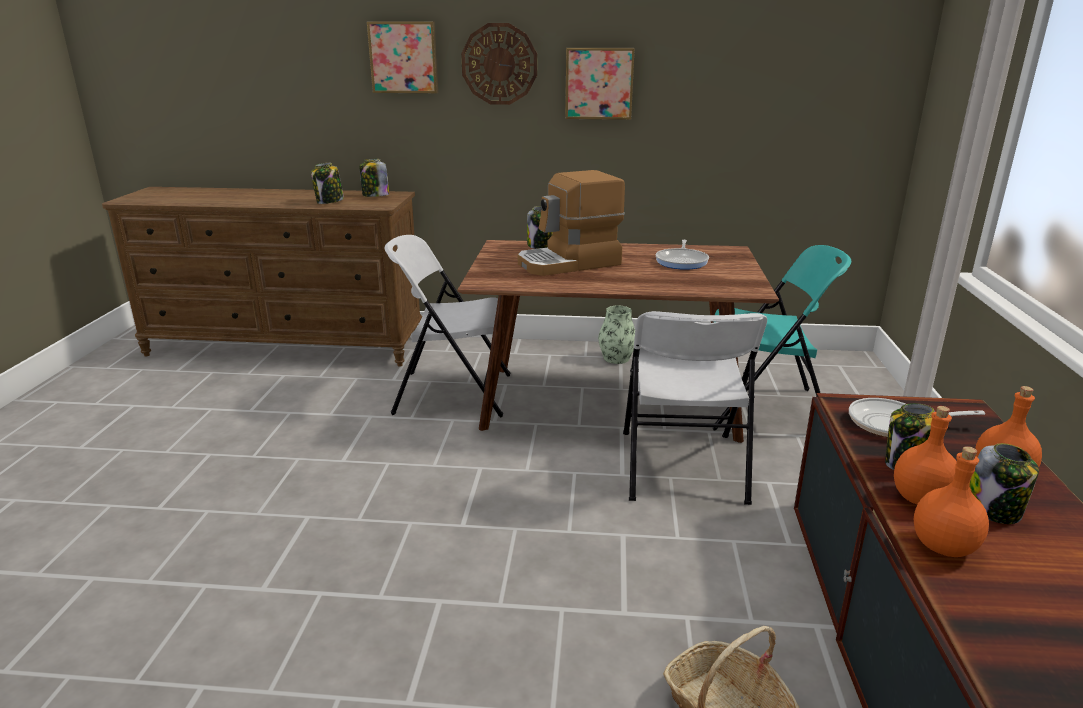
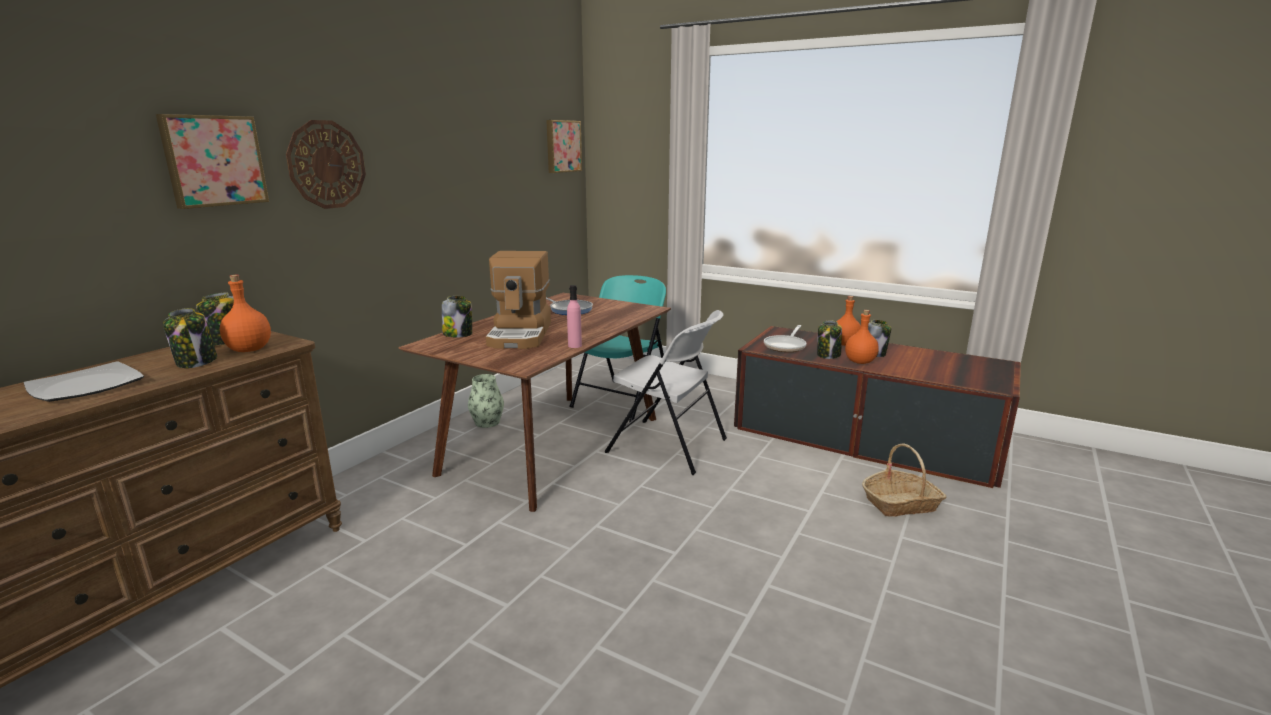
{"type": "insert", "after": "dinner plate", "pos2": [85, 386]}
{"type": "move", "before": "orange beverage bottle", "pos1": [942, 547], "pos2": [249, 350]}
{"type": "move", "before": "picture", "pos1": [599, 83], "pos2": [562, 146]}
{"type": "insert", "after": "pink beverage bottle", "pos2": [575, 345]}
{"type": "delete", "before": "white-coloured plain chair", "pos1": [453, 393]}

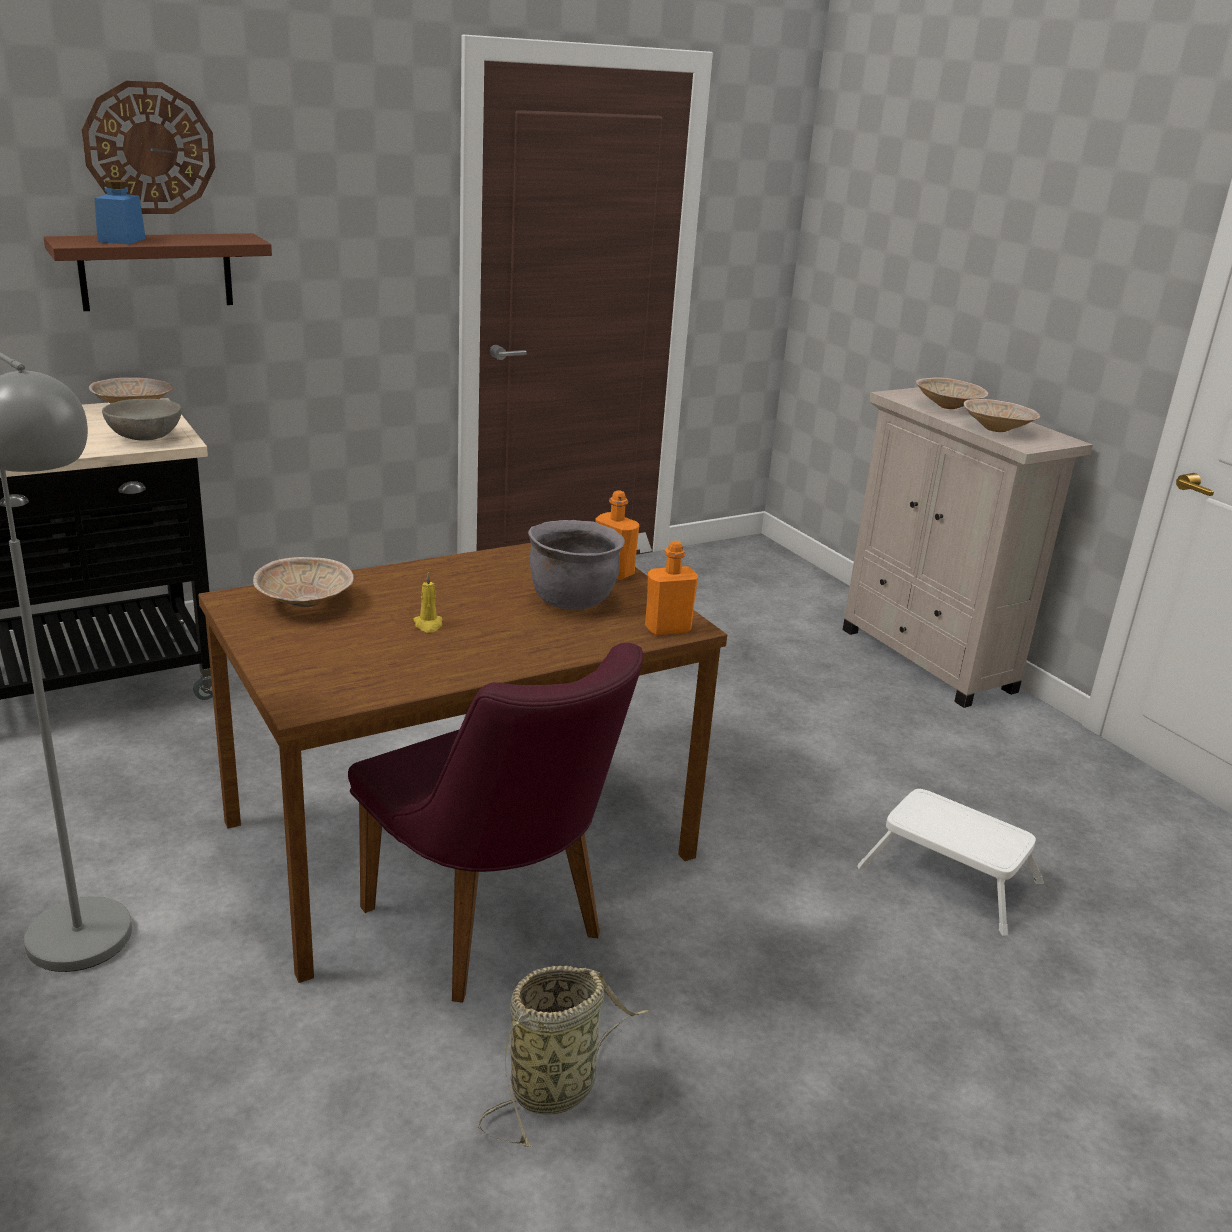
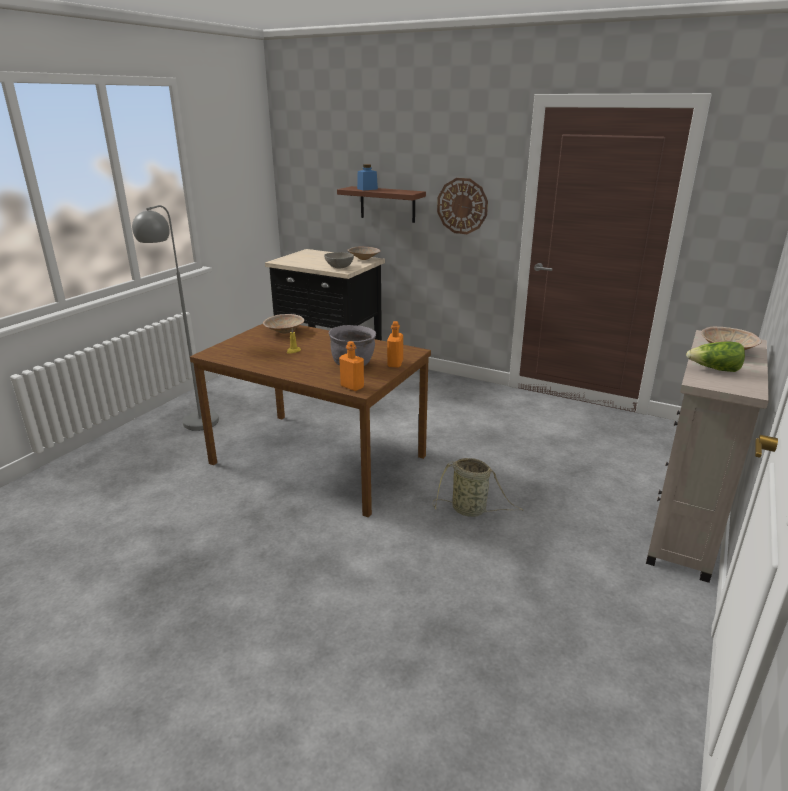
{"type": "move", "before": "basket", "pos1": [557, 1087], "pos2": [471, 510]}
{"type": "move", "before": "clock on the wall", "pos1": [149, 148], "pos2": [462, 206]}
{"type": "replace", "before": "sand-coloured deep dish", "after": "lettuce head", "pos1": [998, 430], "pos2": [714, 369]}
{"type": "delete", "before": "purplish plain chair", "pos1": [496, 932]}
{"type": "delete", "before": "white-coloured step stool", "pos1": [950, 874]}

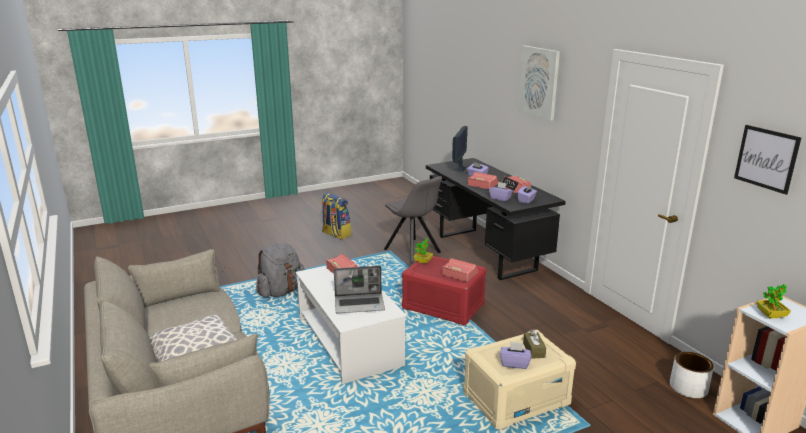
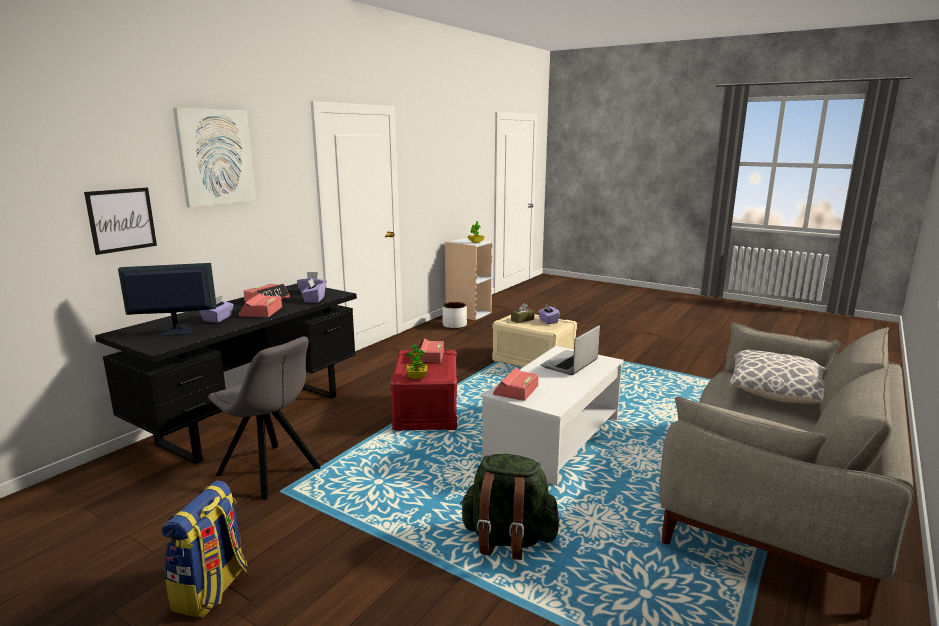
{"type": "move", "before": "picture", "pos1": [766, 158], "pos2": [121, 220]}
{"type": "rotate", "before": "greyish plain chair", "pos1": [413, 251], "pos2": [270, 471], "turn": 105}
{"type": "recolor", "before": "greyish backpack", "after": "greenish backpack", "pos1": [281, 291], "pos2": [508, 539]}
{"type": "rotate", "before": "laptop", "pos1": [360, 304], "pos2": [570, 364], "turn": -105}

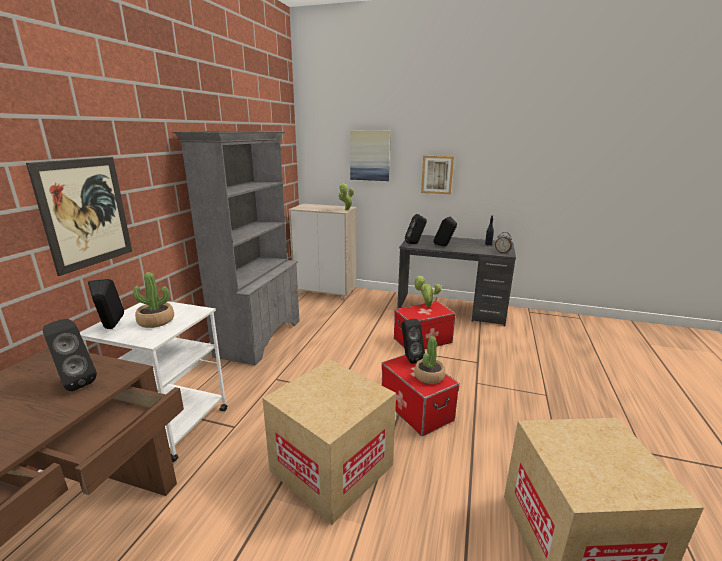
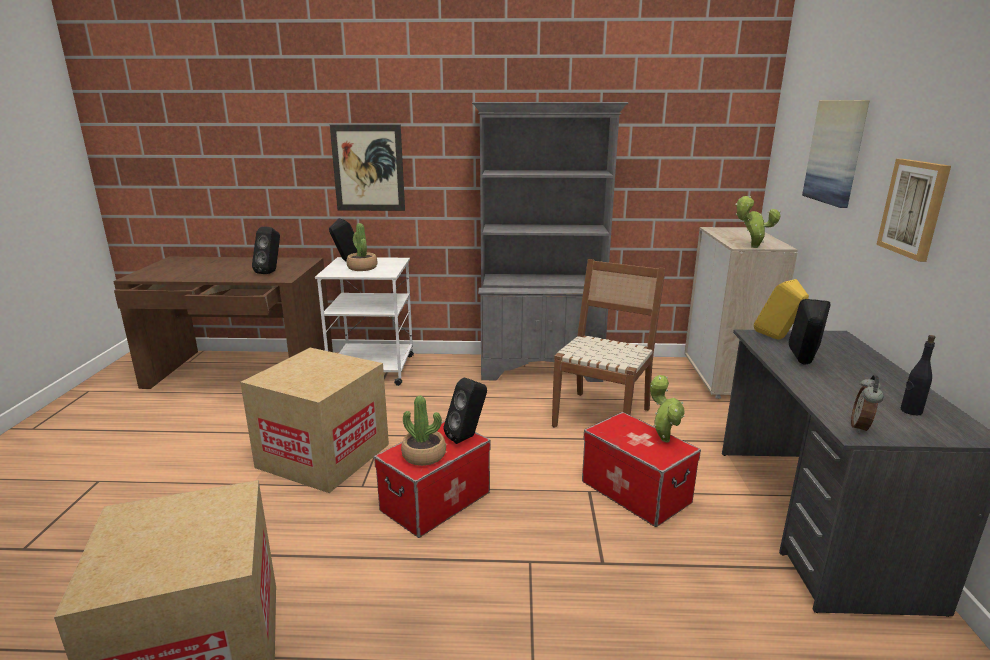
{"type": "insert", "after": "plain chair", "pos2": [603, 415]}
{"type": "recolor", "before": "blackish loudspeaker", "after": "yellow-coloured loudspeaker", "pos1": [415, 243], "pos2": [777, 339]}

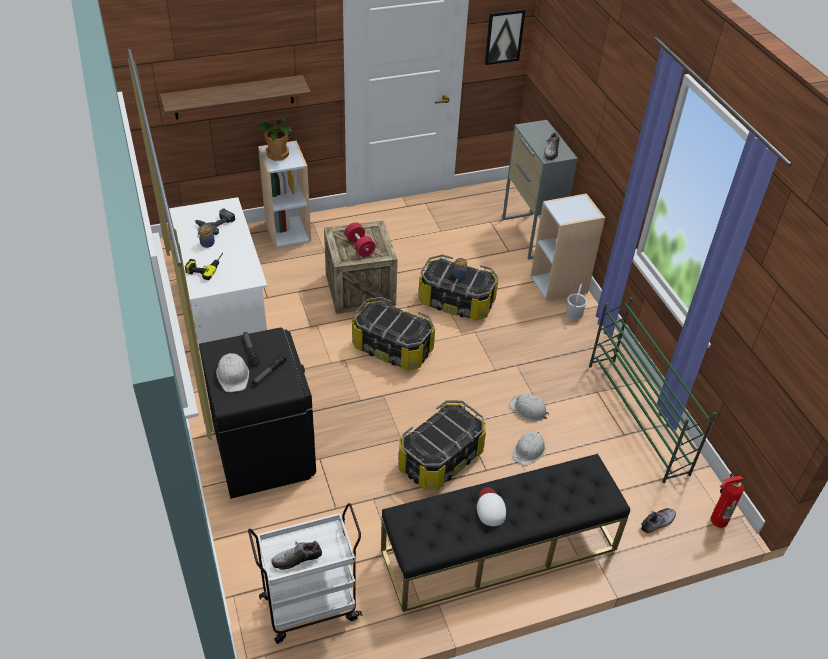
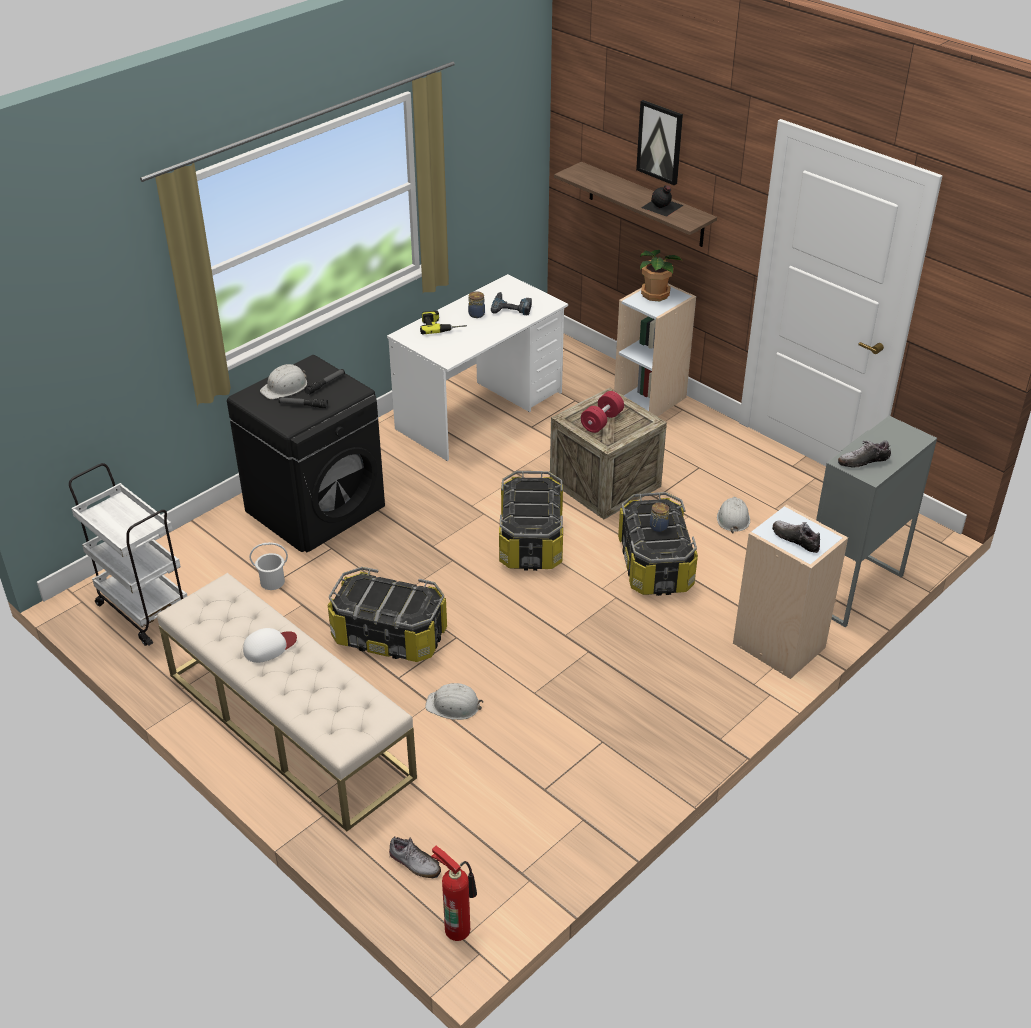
{"type": "recolor", "before": "blackish bench", "after": "sand-coloured bench", "pos1": [499, 550], "pos2": [288, 725]}
{"type": "move", "before": "white-coloured pail", "pos1": [574, 313], "pos2": [272, 581]}
{"type": "move", "before": "picture", "pos1": [503, 36], "pos2": [660, 142]}
{"type": "insert", "after": "blackish beverage bottle", "pos2": [662, 206]}
{"type": "move", "before": "white-coloured work helmet", "pos1": [528, 409], "pos2": [733, 518]}
{"type": "move", "before": "low shoe", "pos1": [296, 559], "pos2": [795, 539]}
{"type": "delete", "before": "greenish shoe stand", "pos1": [637, 418]}

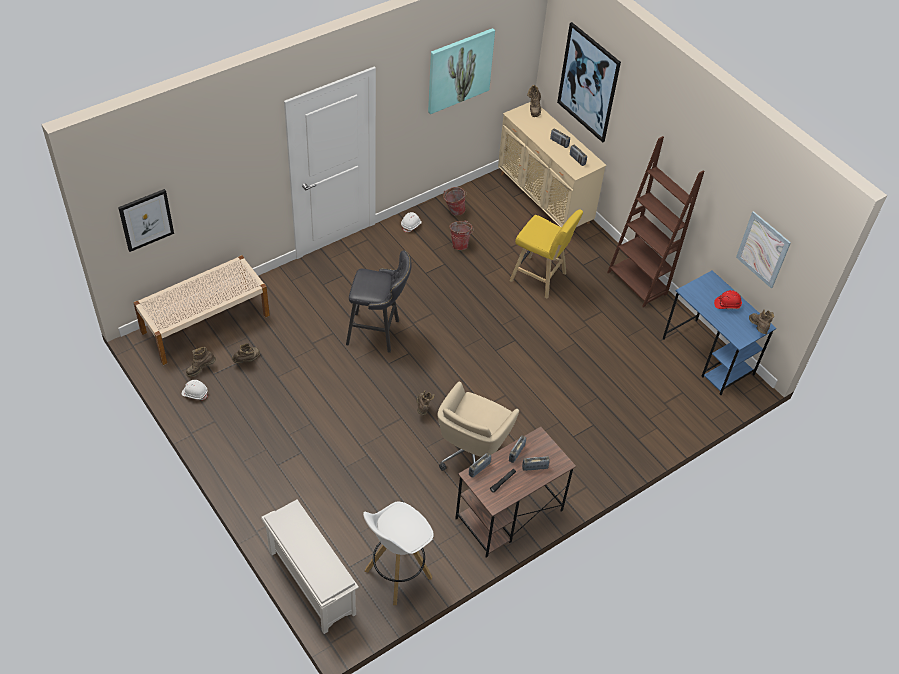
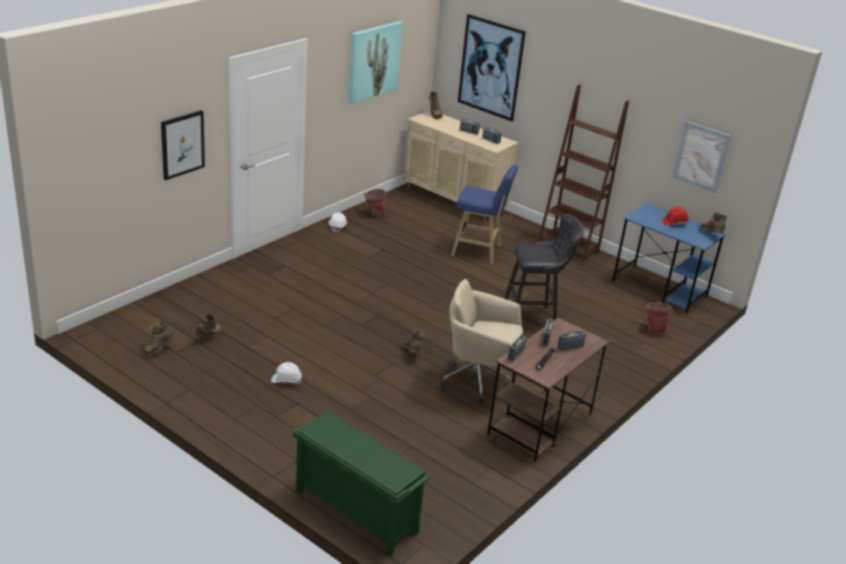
{"type": "move", "before": "picture", "pos1": [146, 219], "pos2": [182, 144]}
{"type": "move", "before": "white-coloured work helmet", "pos1": [195, 393], "pos2": [286, 380]}
{"type": "recolor", "before": "white-coloured shoe stand", "after": "greenish shoe stand", "pos1": [310, 582], "pos2": [354, 512]}
{"type": "rotate", "before": "sand-coloured desk chair", "pos1": [471, 455], "pos2": [478, 383], "turn": 90}
{"type": "recolor", "before": "yellow-coloured stool seat", "after": "bluish stool seat", "pos1": [540, 278], "pos2": [478, 251]}
{"type": "move", "before": "blackish stool seat", "pos1": [379, 333], "pos2": [536, 318]}
{"type": "move", "before": "pail", "pos1": [460, 244], "pos2": [654, 329]}
{"type": "delete", "before": "sand-coloured bench", "pos1": [205, 323]}
{"type": "delete", "before": "white-coloured stool seat", "pos1": [396, 574]}

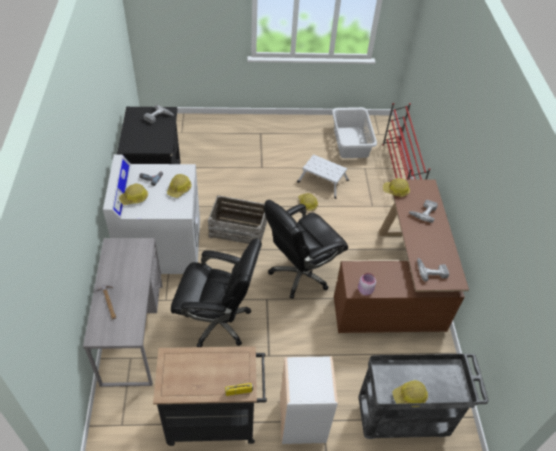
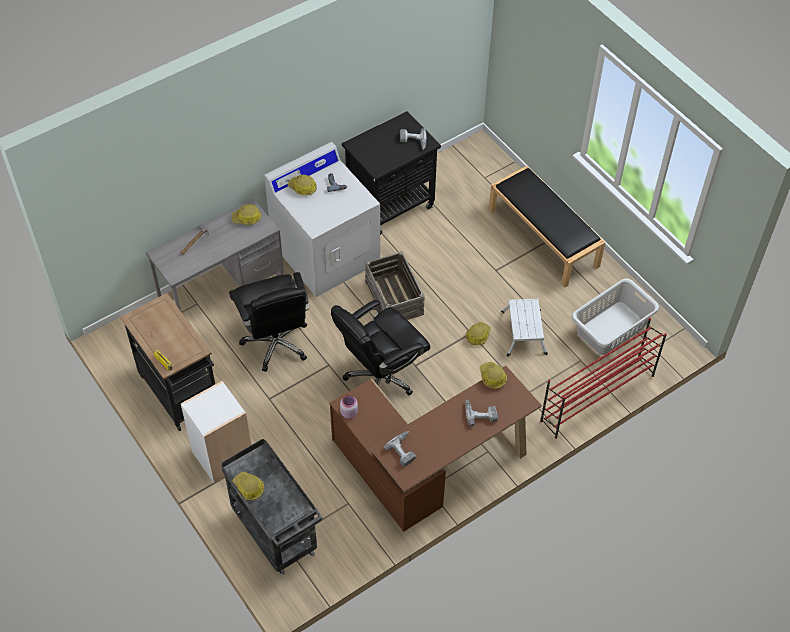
{"type": "move", "before": "work helmet", "pos1": [179, 189], "pos2": [247, 218]}
{"type": "rotate", "before": "blackish desk chair", "pos1": [301, 273], "pos2": [381, 376], "turn": -60}
{"type": "insert", "after": "blackish bench", "pos2": [544, 238]}

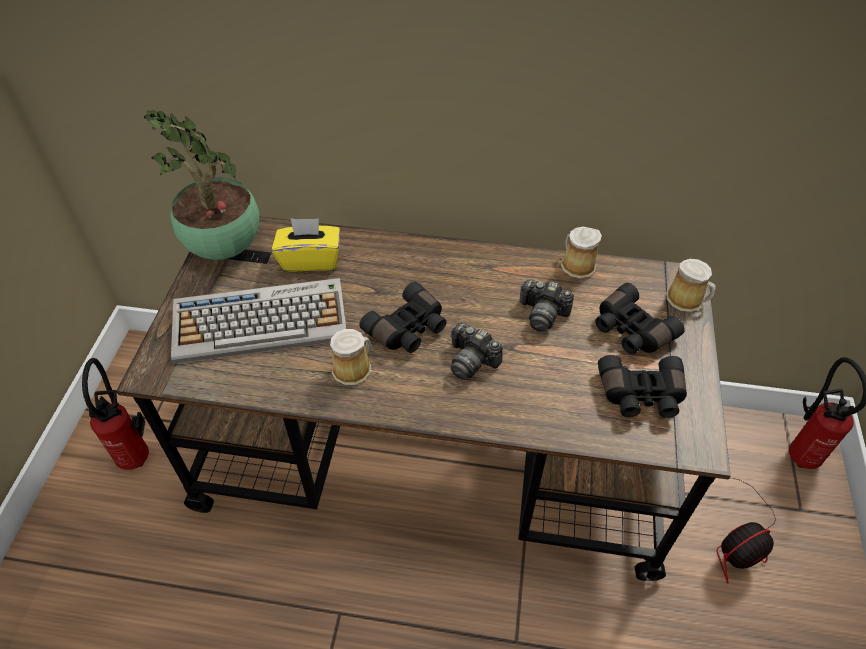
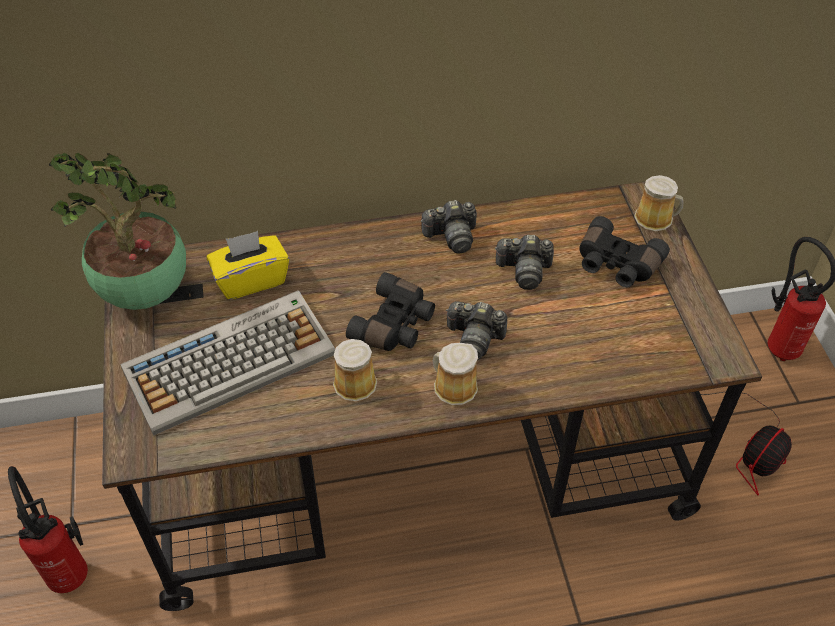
{"type": "insert", "after": "photo camera", "pos2": [451, 236]}
{"type": "move", "before": "tea mug", "pos1": [576, 264], "pos2": [453, 386]}
{"type": "delete", "before": "blackish pair of binoculars", "pos1": [641, 395]}

